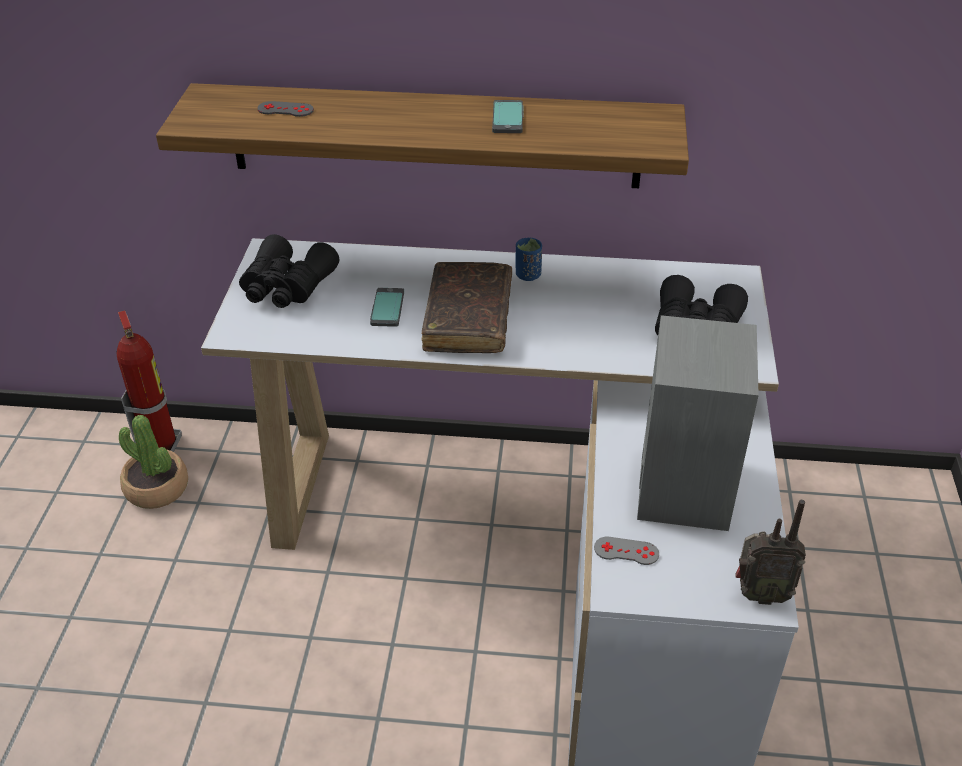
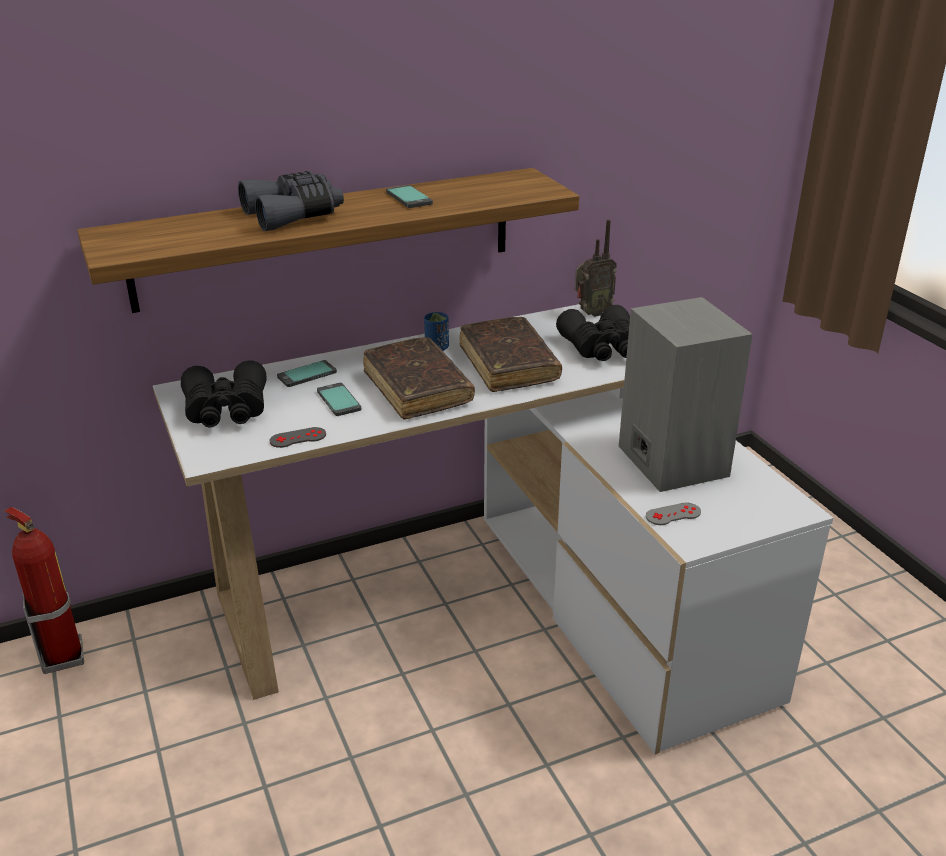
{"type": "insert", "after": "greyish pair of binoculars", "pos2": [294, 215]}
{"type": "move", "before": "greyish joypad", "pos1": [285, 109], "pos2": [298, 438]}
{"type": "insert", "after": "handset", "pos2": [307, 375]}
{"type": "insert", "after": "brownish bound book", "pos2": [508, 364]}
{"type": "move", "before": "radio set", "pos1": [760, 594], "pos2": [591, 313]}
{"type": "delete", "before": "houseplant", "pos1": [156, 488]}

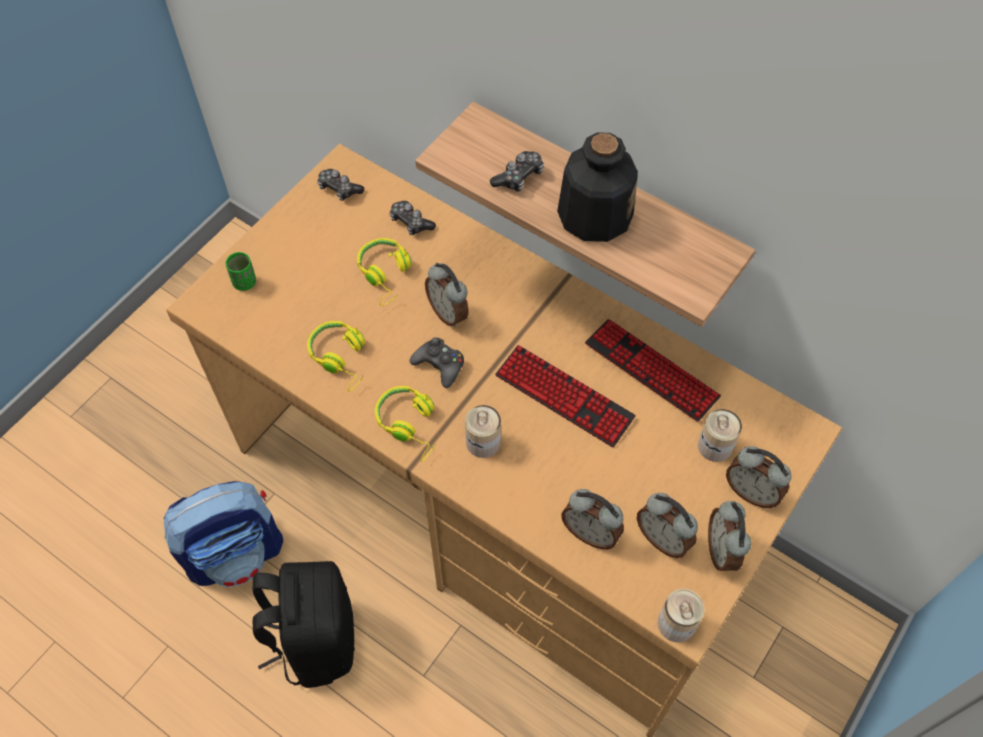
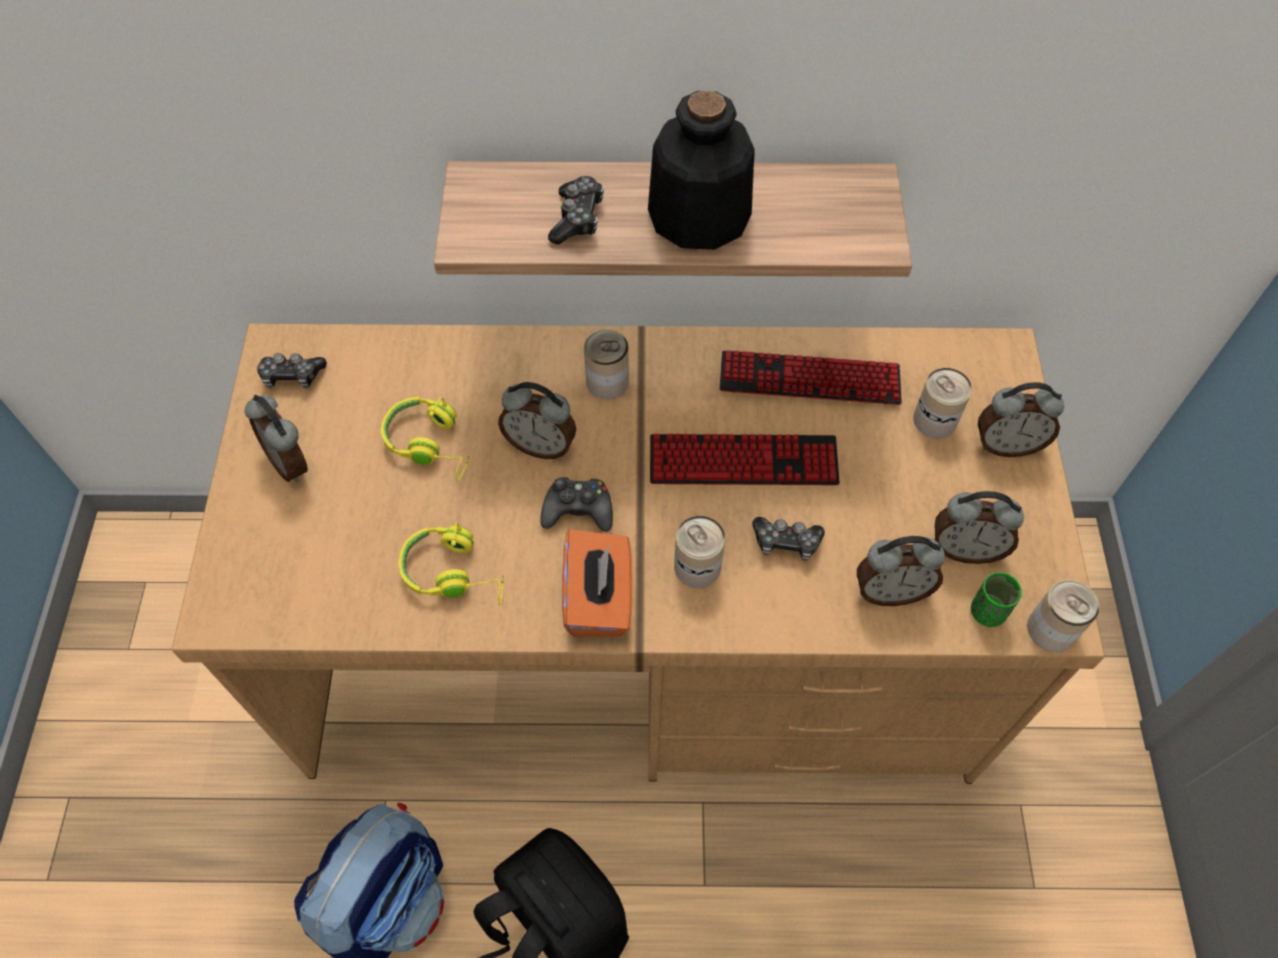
{"type": "move", "before": "table clock", "pos1": [722, 550], "pos2": [291, 462]}
{"type": "replace", "before": "yellow-coloured headset", "after": "orange box of tissues", "pos1": [410, 425], "pos2": [599, 599]}
{"type": "insert", "after": "sealed can", "pos2": [607, 381]}
{"type": "move", "before": "joypad", "pos1": [411, 222], "pos2": [786, 543]}
{"type": "move", "before": "greenish drinking cup", "pos1": [244, 282], "pos2": [987, 611]}

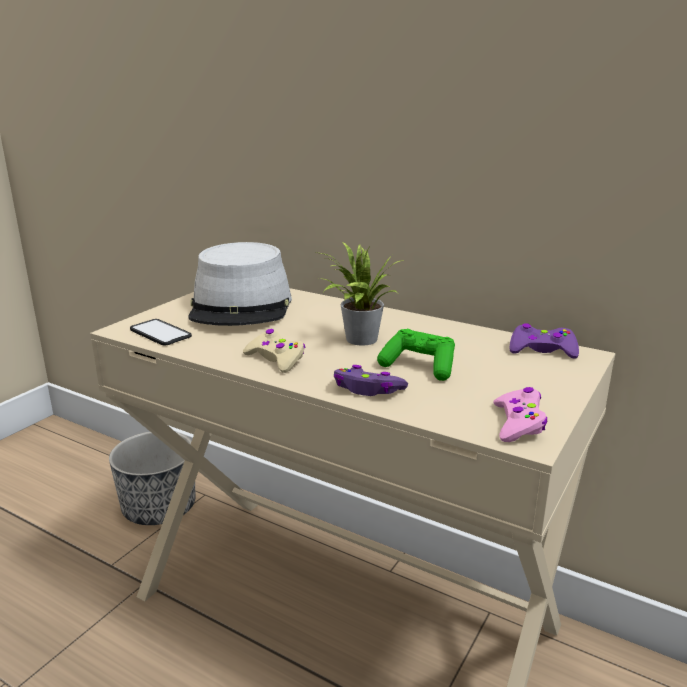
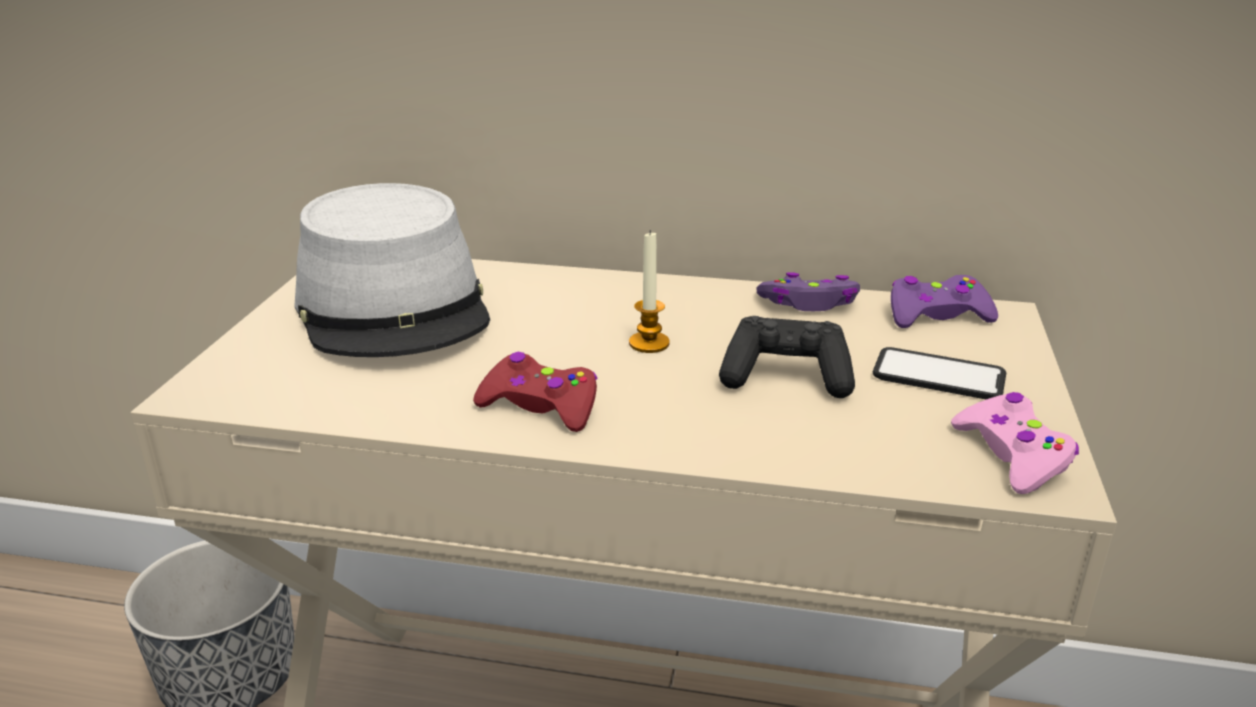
{"type": "recolor", "before": "sand-coloured joypad", "after": "reddish joypad", "pos1": [276, 359], "pos2": [540, 405]}
{"type": "replace", "before": "houseplant", "after": "candle", "pos1": [357, 340], "pos2": [649, 343]}
{"type": "recolor", "before": "greenish joypad", "after": "blackish joypad", "pos1": [419, 366], "pos2": [786, 377]}
{"type": "move", "before": "purplish joypad", "pos1": [368, 389], "pos2": [809, 304]}
{"type": "move", "before": "handset", "pos1": [160, 333], "pos2": [938, 376]}

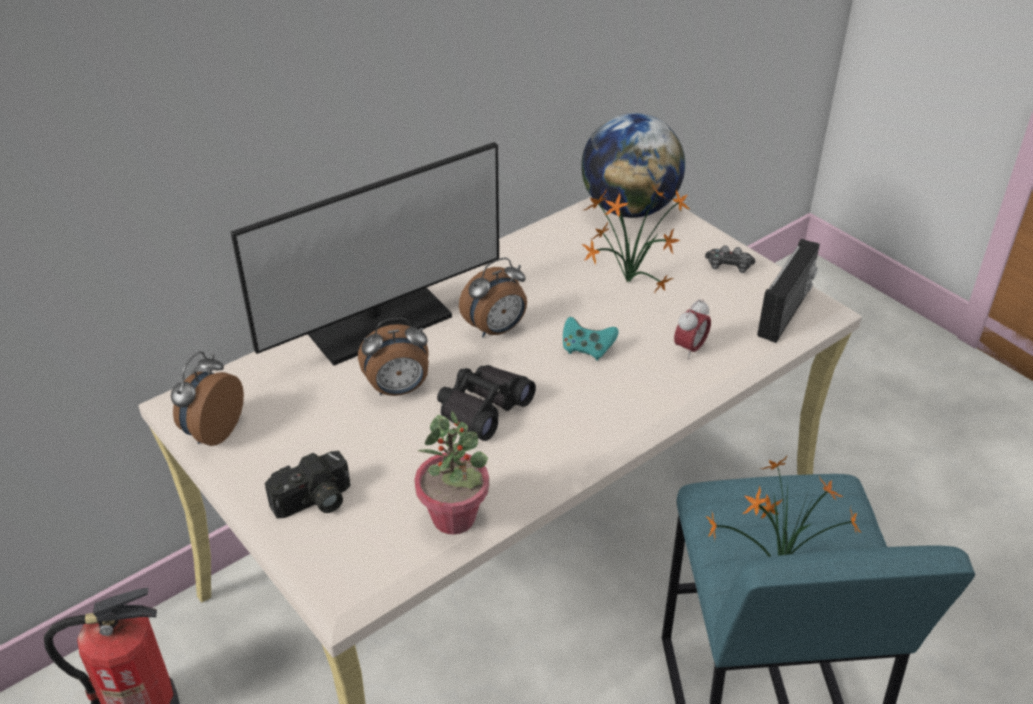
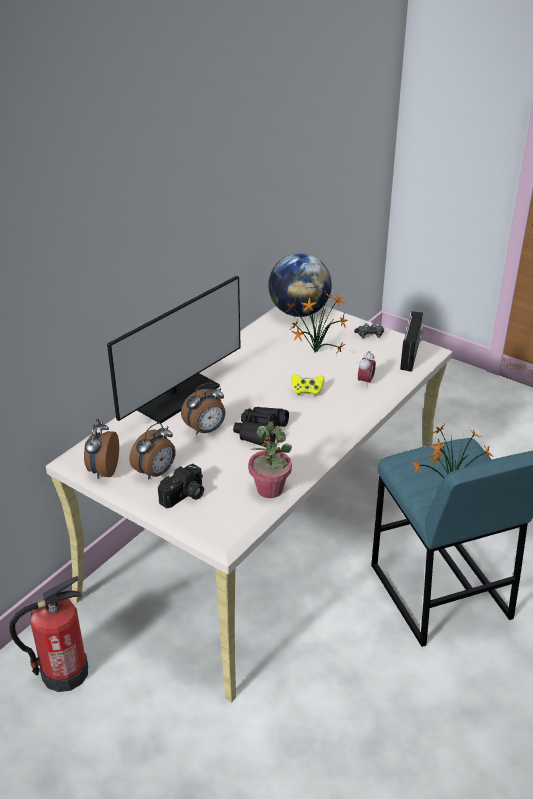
{"type": "move", "before": "table clock", "pos1": [496, 330], "pos2": [156, 472]}
{"type": "recolor", "before": "blue-green joypad", "after": "yellow-coloured joypad", "pos1": [586, 349], "pos2": [307, 391]}

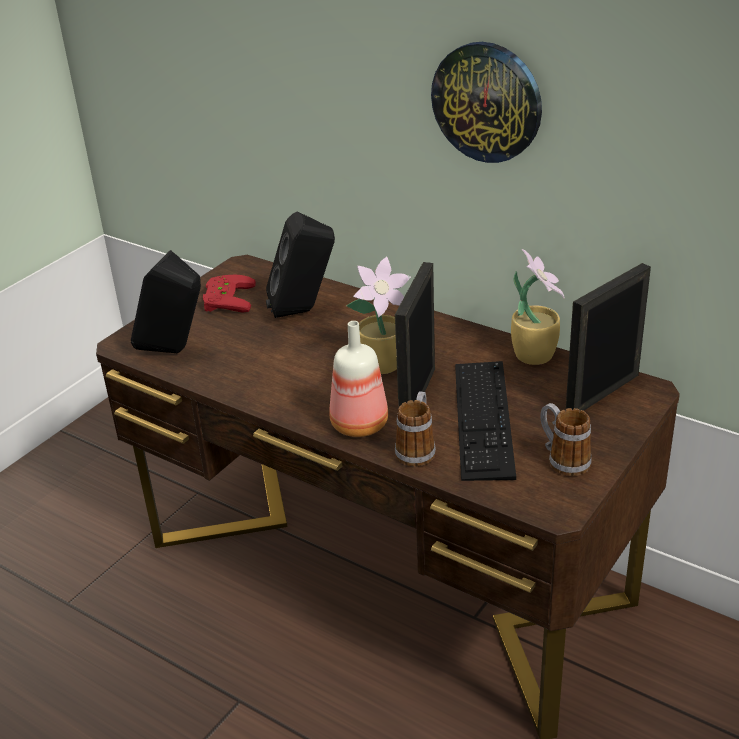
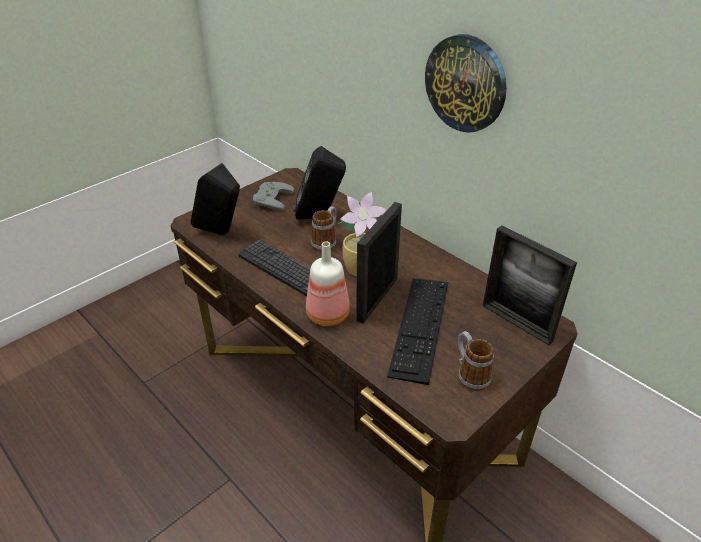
{"type": "insert", "after": "computer keyboard", "pos2": [282, 268]}
{"type": "recolor", "before": "reddish joypad", "after": "greyish joypad", "pos1": [225, 299], "pos2": [270, 199]}
{"type": "move", "before": "tea mug", "pos1": [417, 449], "pos2": [326, 242]}
{"type": "rotate", "before": "picture frame", "pos1": [602, 393], "pos2": [516, 323], "turn": -105}
{"type": "delete", "before": "houseplant", "pos1": [534, 354]}

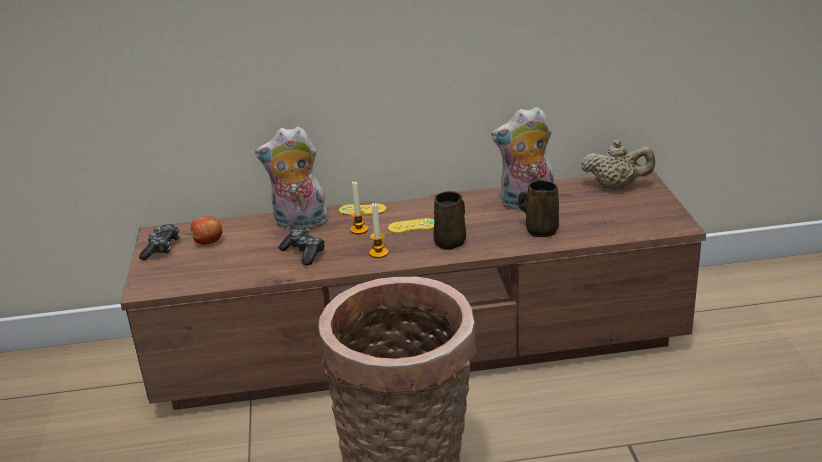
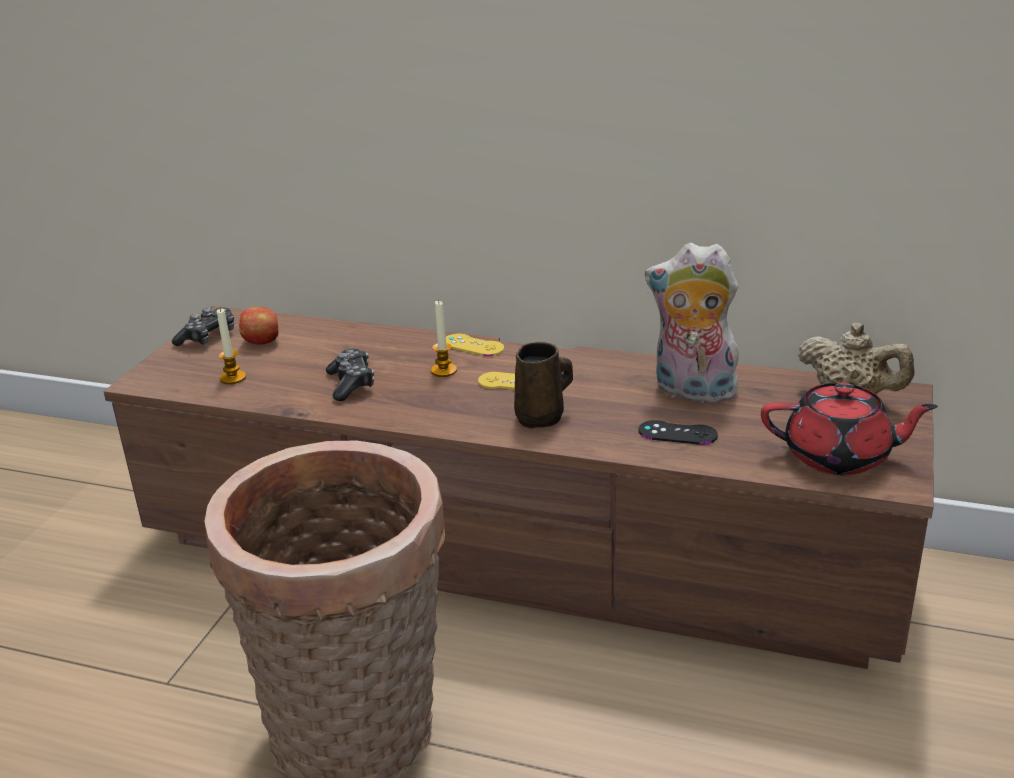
{"type": "move", "before": "candle", "pos1": [378, 253], "pos2": [233, 378]}
{"type": "replace", "before": "brownish tea mug", "after": "blackish joypad", "pos1": [540, 230], "pos2": [677, 433]}
{"type": "insert", "after": "reddish tea pot", "pos2": [839, 456]}
{"type": "delete", "before": "soft toy", "pos1": [299, 224]}

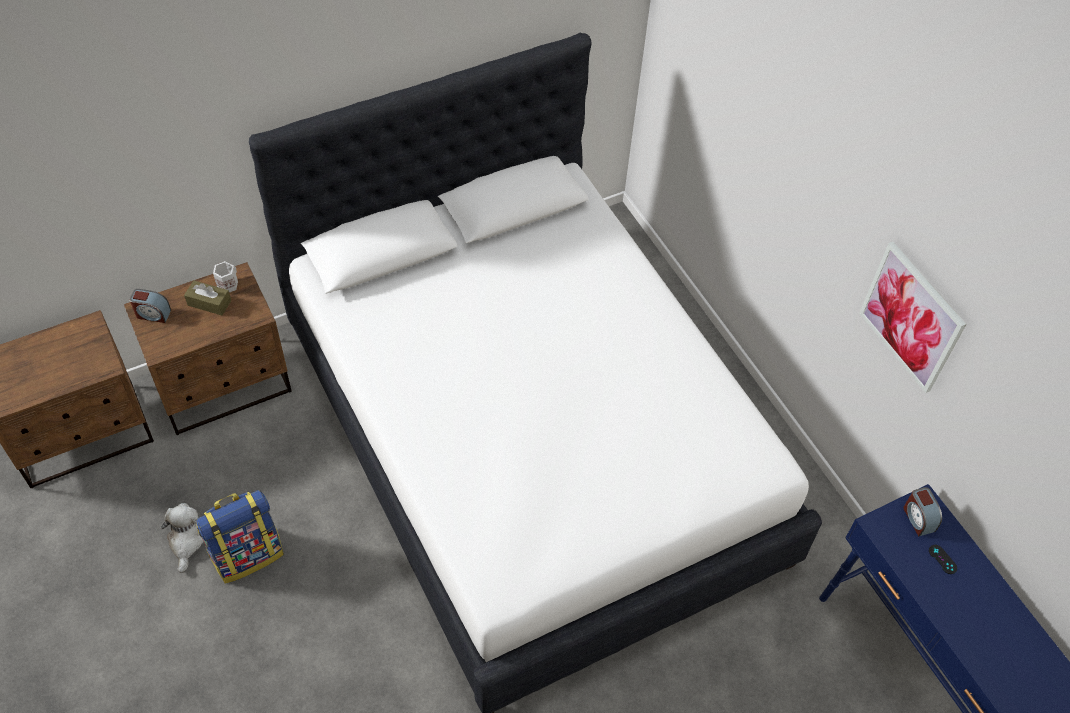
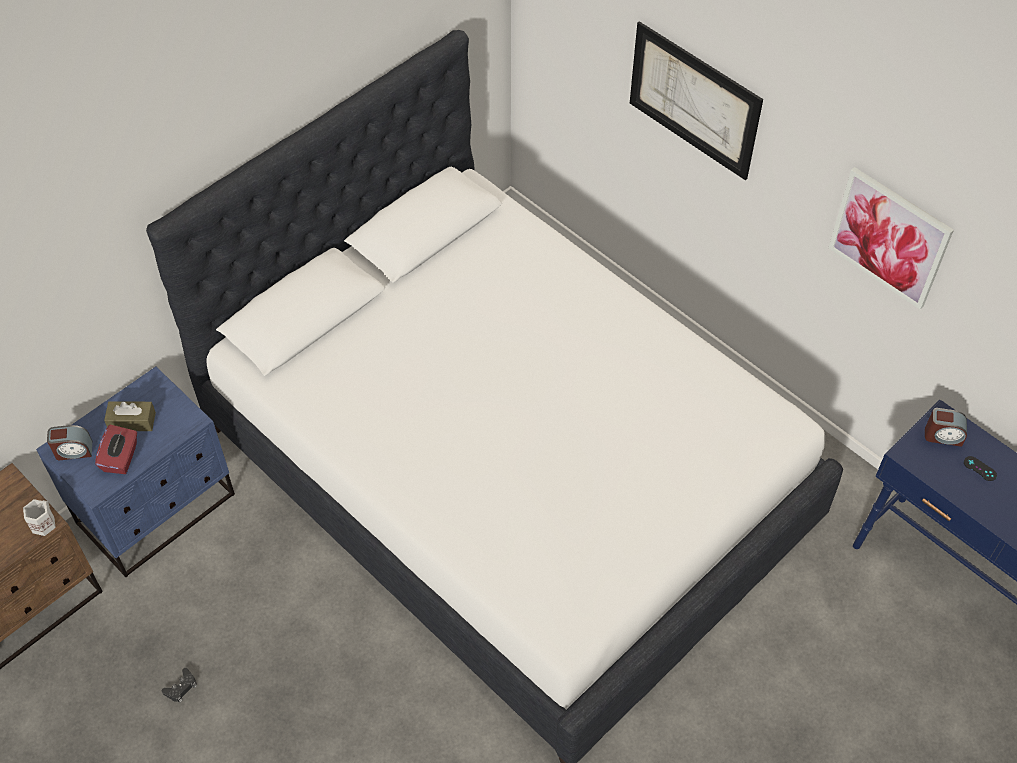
{"type": "move", "before": "white-coloured tea mug", "pos1": [227, 284], "pos2": [43, 523]}
{"type": "recolor", "before": "brownish night table", "after": "bluish night table", "pos1": [224, 386], "pos2": [157, 509]}
{"type": "insert", "after": "reddish box of tissues", "pos2": [121, 458]}
{"type": "replace", "before": "soft toy", "after": "blackish joypad", "pos1": [186, 541], "pos2": [181, 687]}
{"type": "insert", "after": "picture", "pos2": [693, 100]}
{"type": "rotate", "before": "table clock", "pos1": [918, 518], "pos2": [943, 436], "turn": -45}
{"type": "delete", "before": "backpack", "pos1": [247, 553]}

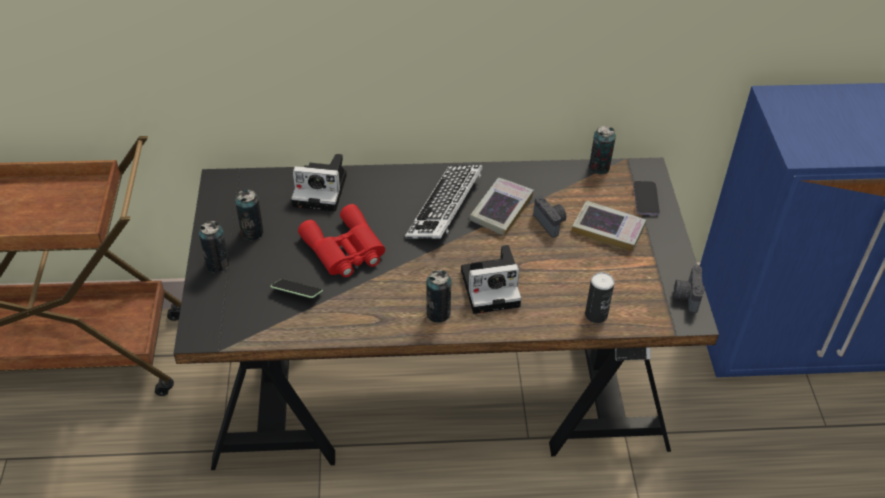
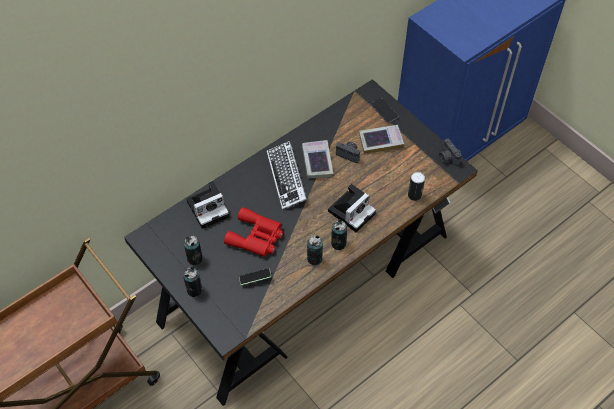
{"type": "move", "before": "sealed can", "pos1": [599, 167], "pos2": [314, 258]}

